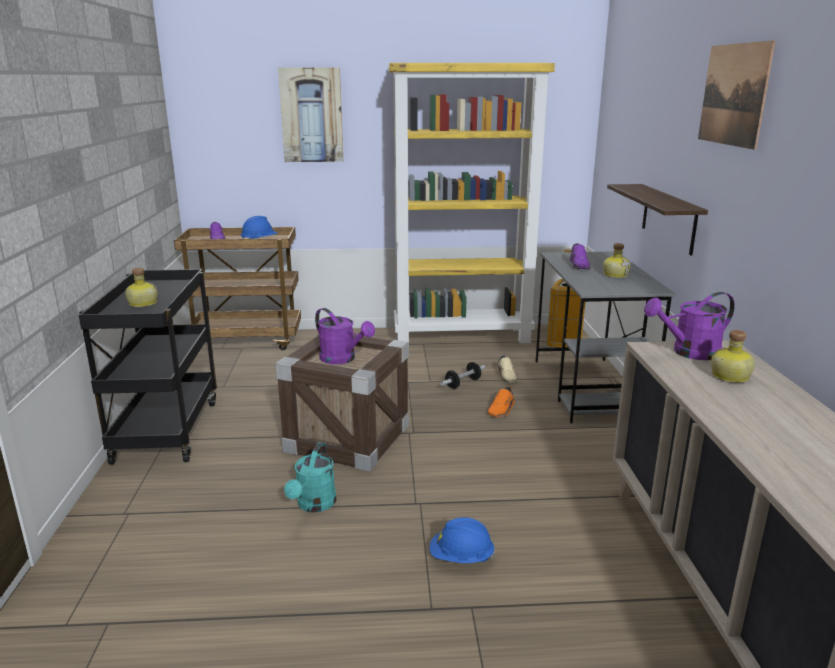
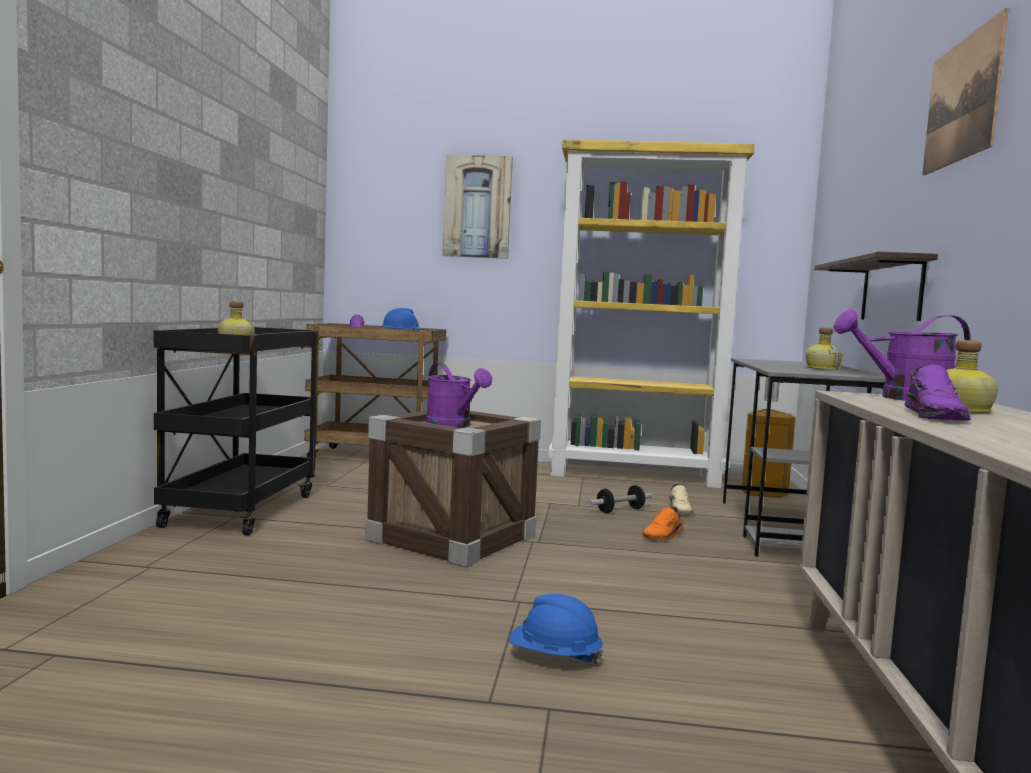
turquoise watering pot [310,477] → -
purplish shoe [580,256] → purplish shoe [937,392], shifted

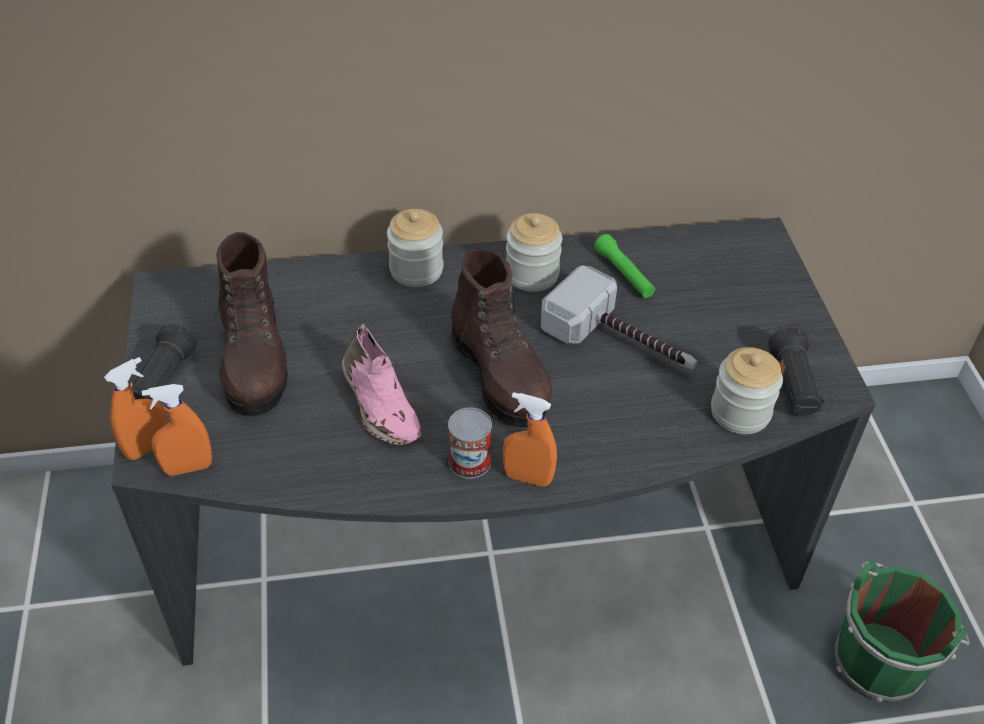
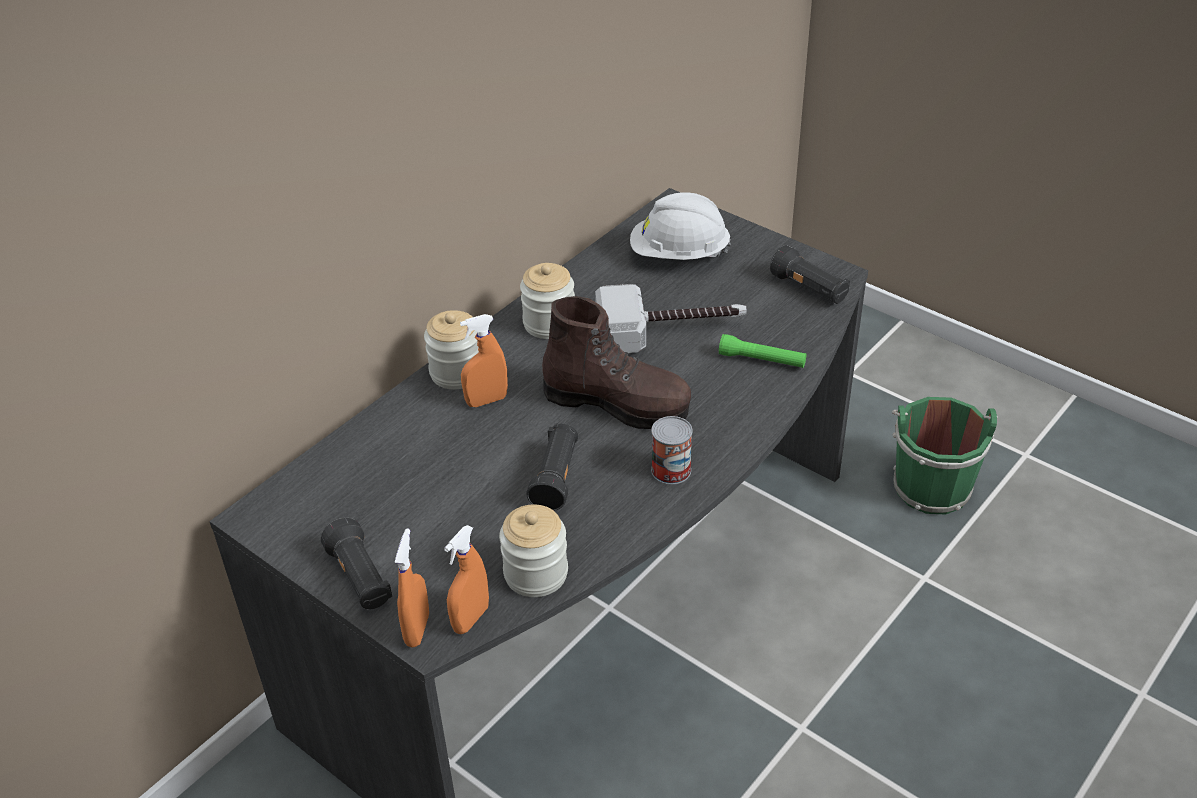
brown high-top boot [251,324] → -
- → whitish safety helmet [680,226]
orange sprayer [530,439] → orange sprayer [484,360], shifted
greenish torch [624,266] → greenish torch [763,351], shifted
jar [747,390] → jar [533,550], shifted
pink shoe [381,384] → black torch [552,467]

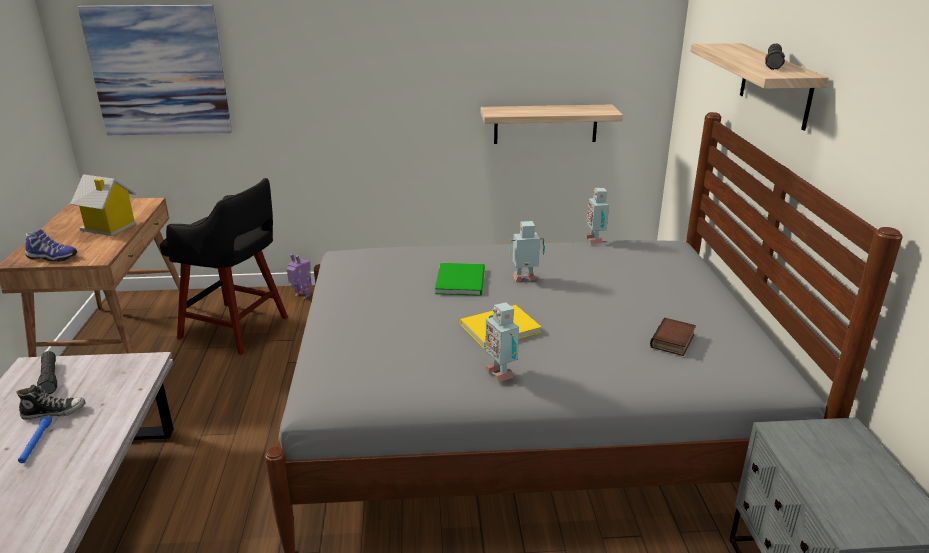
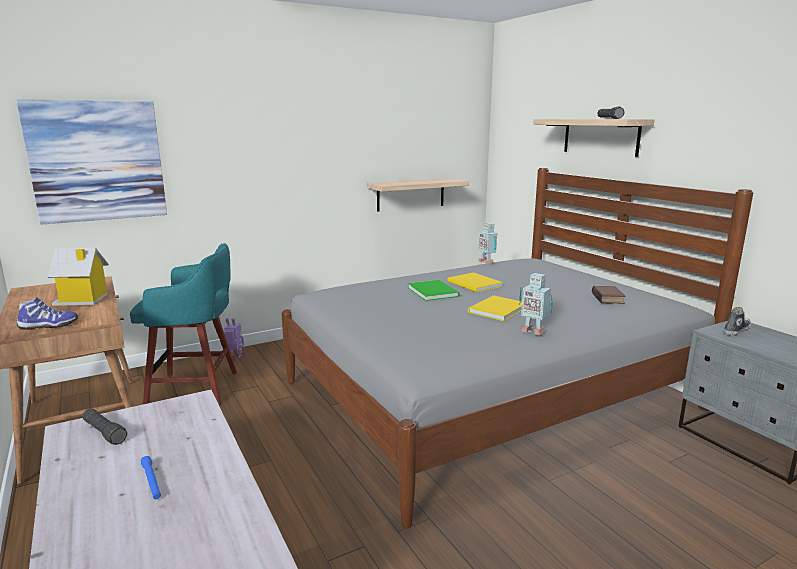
shoe [51,402] → shoe [737,321], shifted
robot figure [527,251] → yellow bound book [475,282]
black stool [224,266] → turquoise stool [183,324]

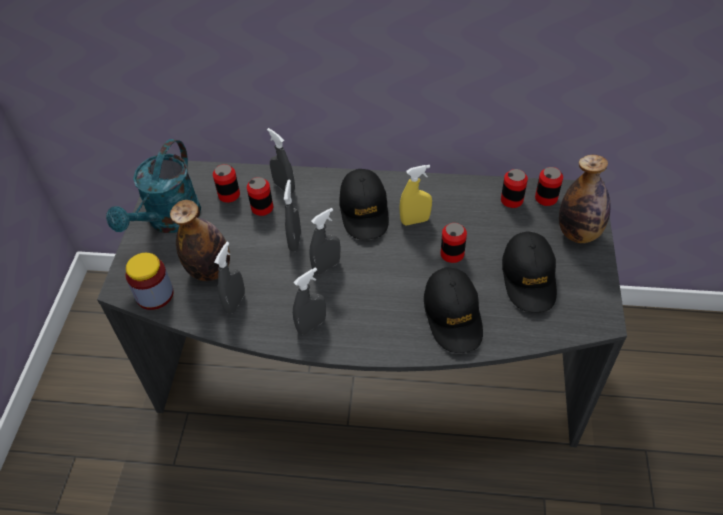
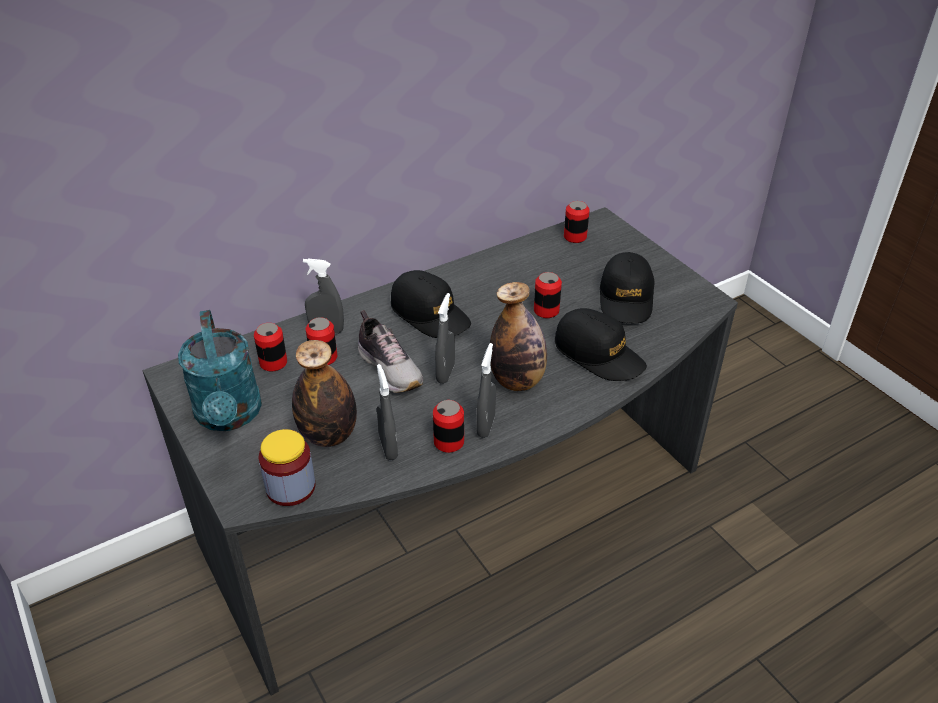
yellow sprayer [415,195] → -
can [514,188] → can [448,426], shifted
bottle [584,199] → bottle [518,336], shifted
grey sprayer [292,216] → shoe [390,351]
black baseball cap [529,271] → black baseball cap [627,287], 45 degrees clockwise

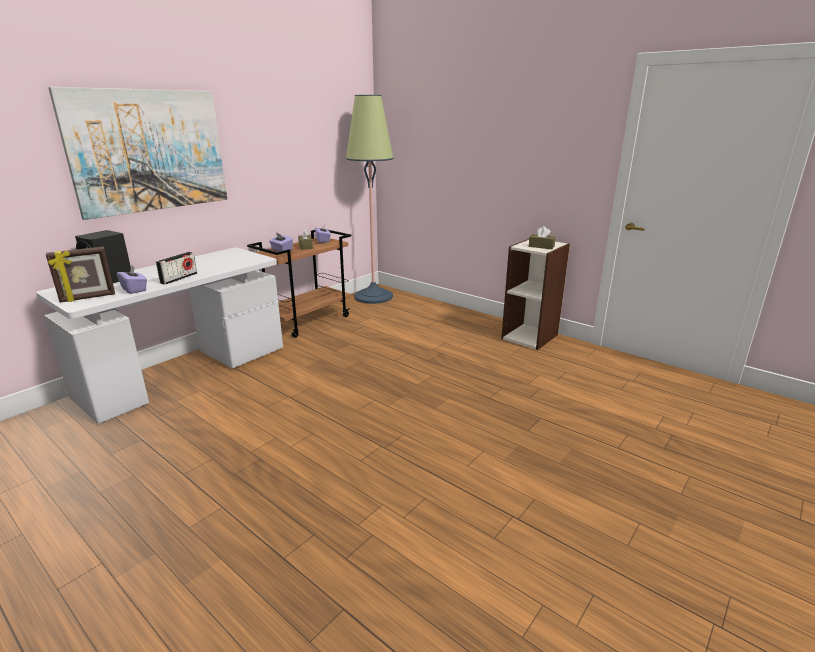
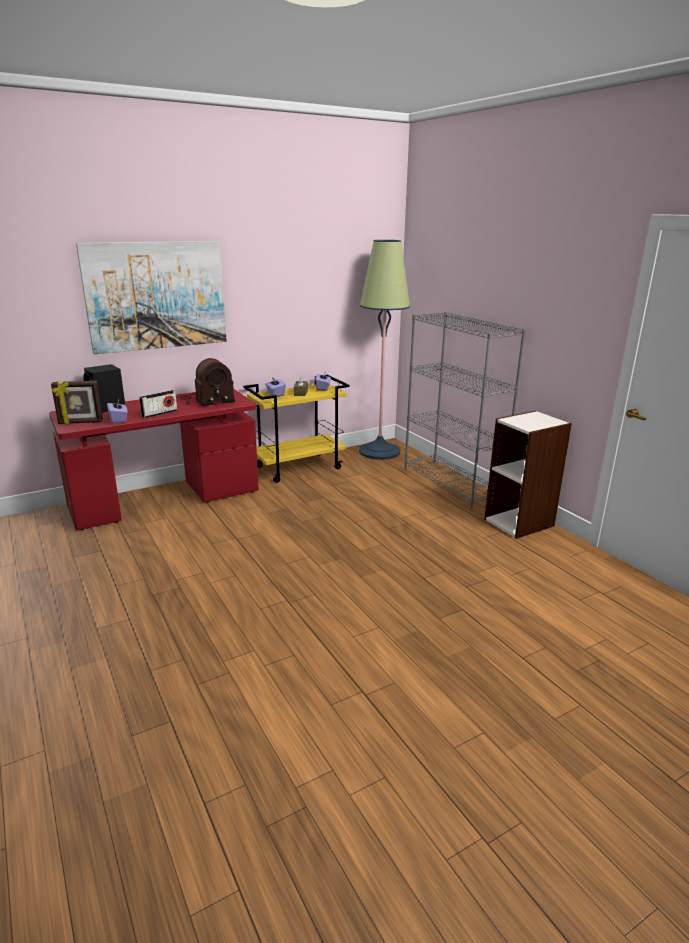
brown box of tissues [542,237] → -
- → radio set [207,382]
- → grey bookcase [465,410]
whitish desk unit [159,335] → red desk unit [154,459]
brown wheeled cart [299,283] → yellow wheeled cart [296,429]

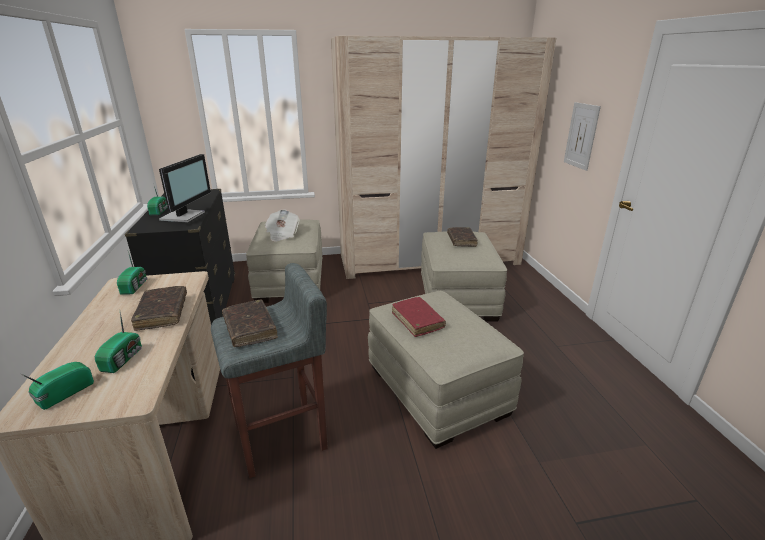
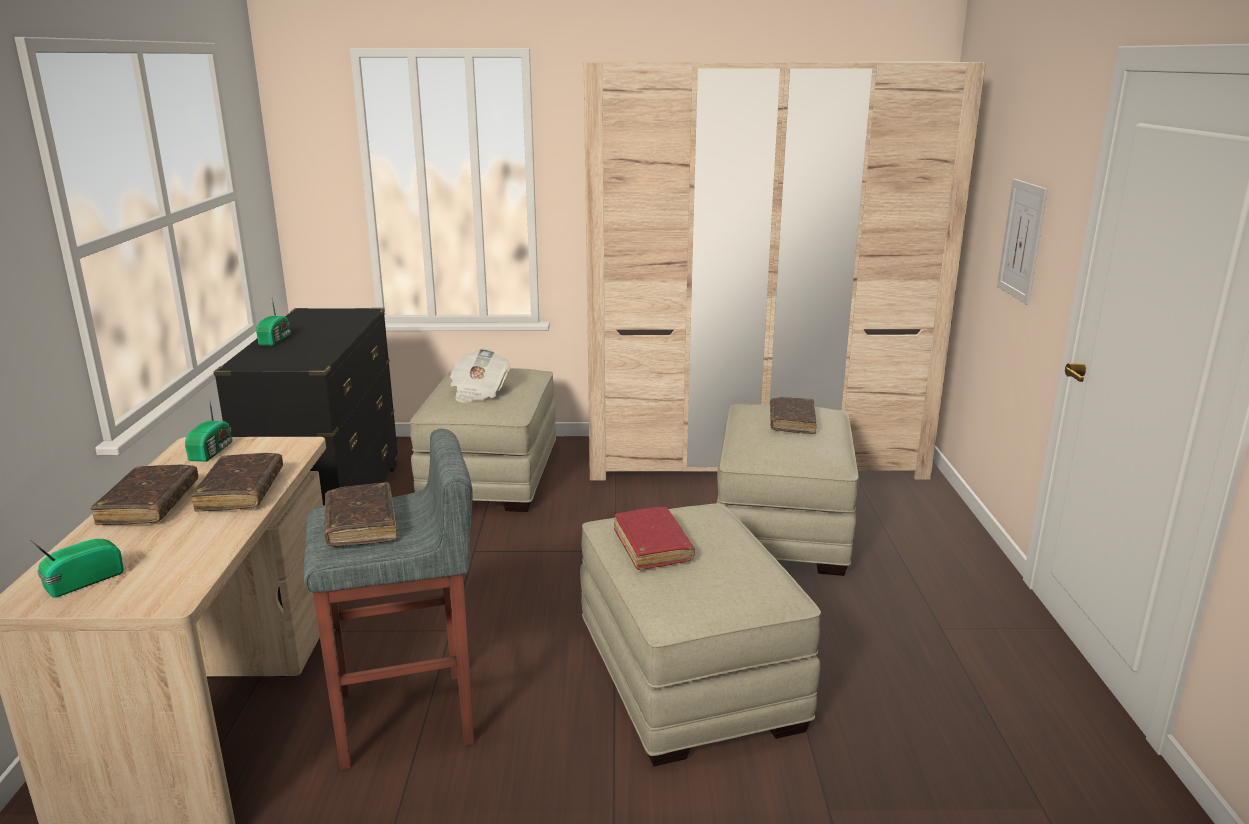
radio set [118,342] → -
computer screen [185,188] → -
- → brown bound book [144,494]

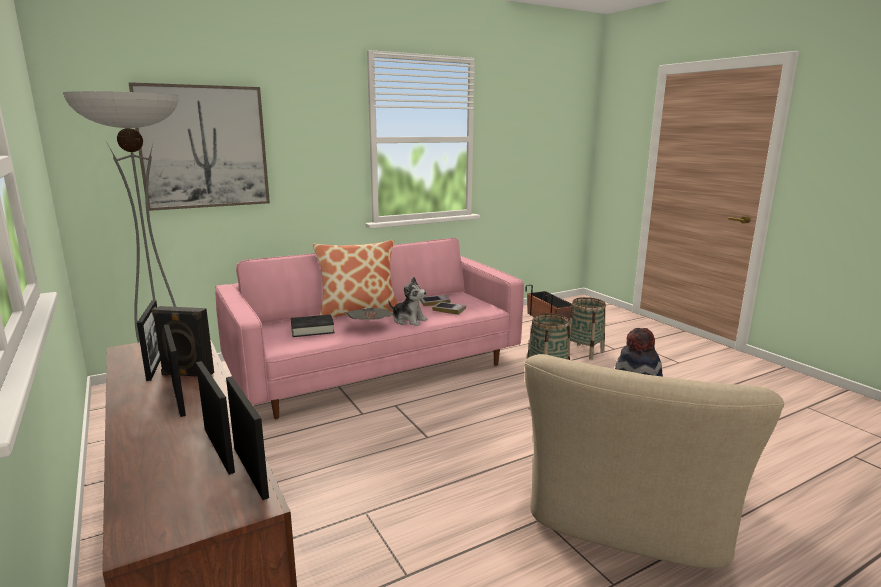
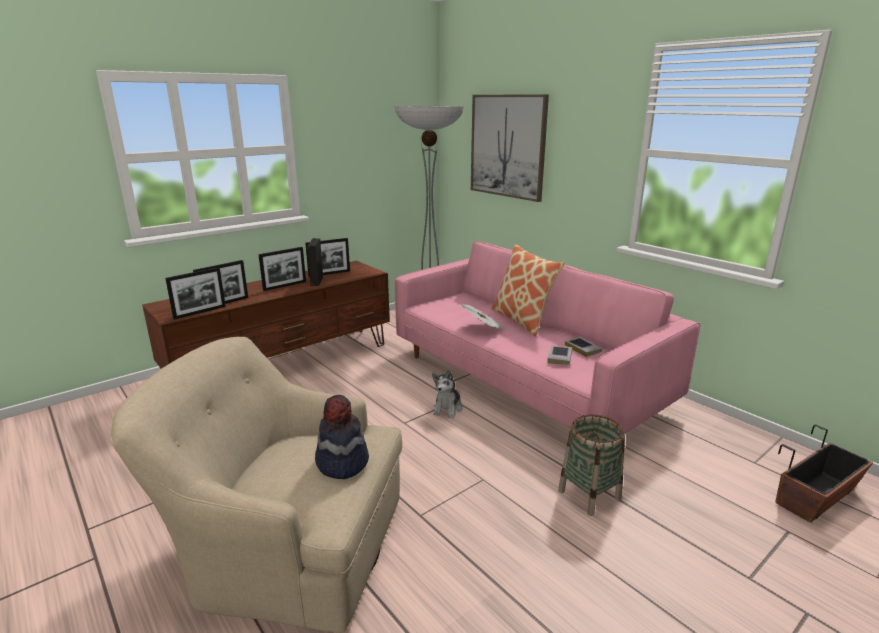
black bound book [313,325] → -
storage basket [587,328] → -
cuddly toy [408,301] → cuddly toy [447,394], shifted

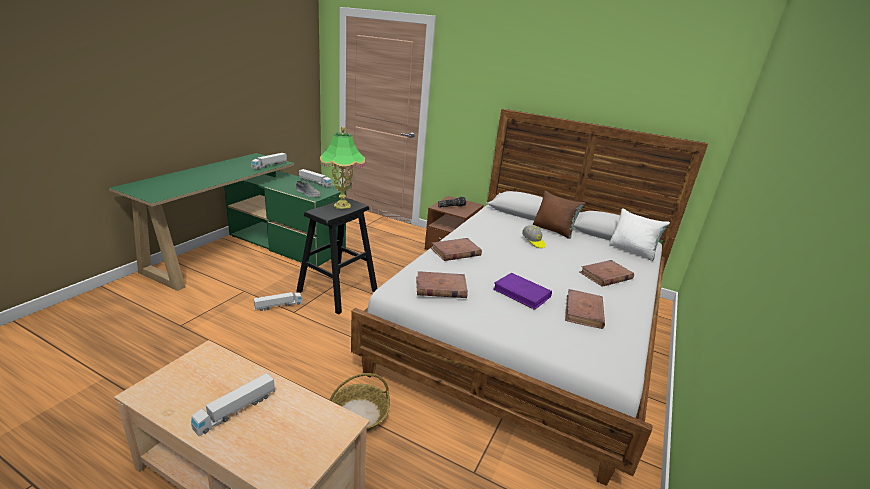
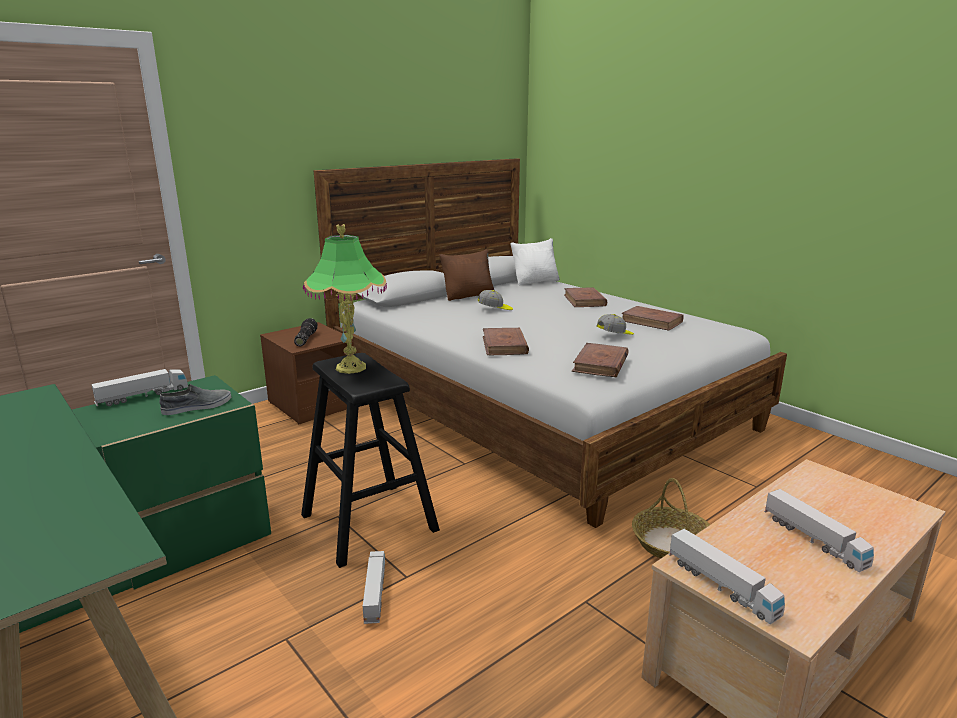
toy lorry [269,161] → toy lorry [726,576], shifted
purplish bound book [522,291] → baseball cap [615,324]

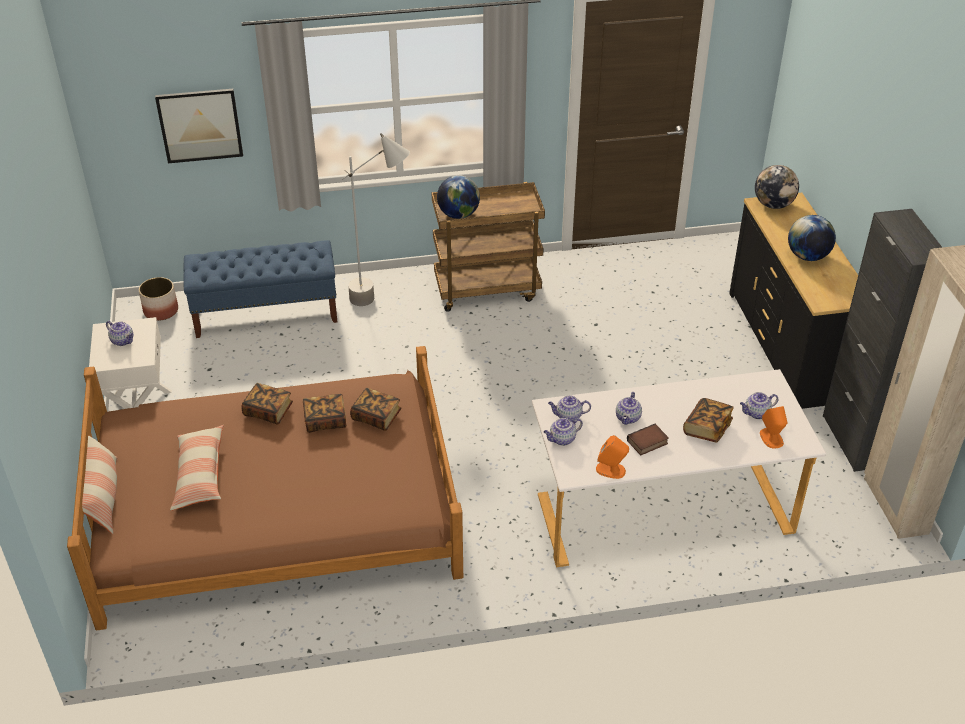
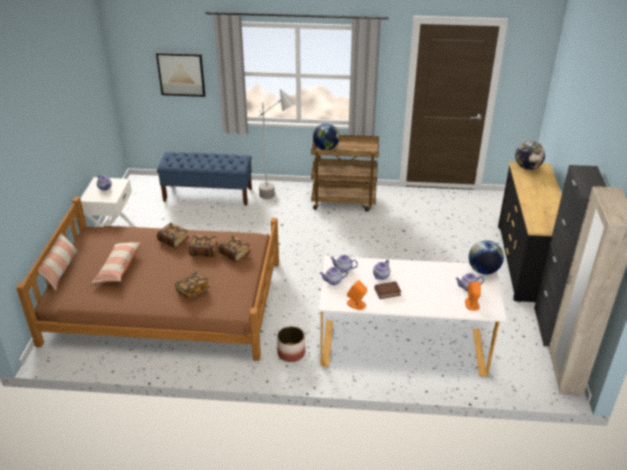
planter [158,299] → planter [291,344], shifted
bound book [708,420] → bound book [192,285], shifted
desk globe [812,238] → desk globe [486,257], shifted

